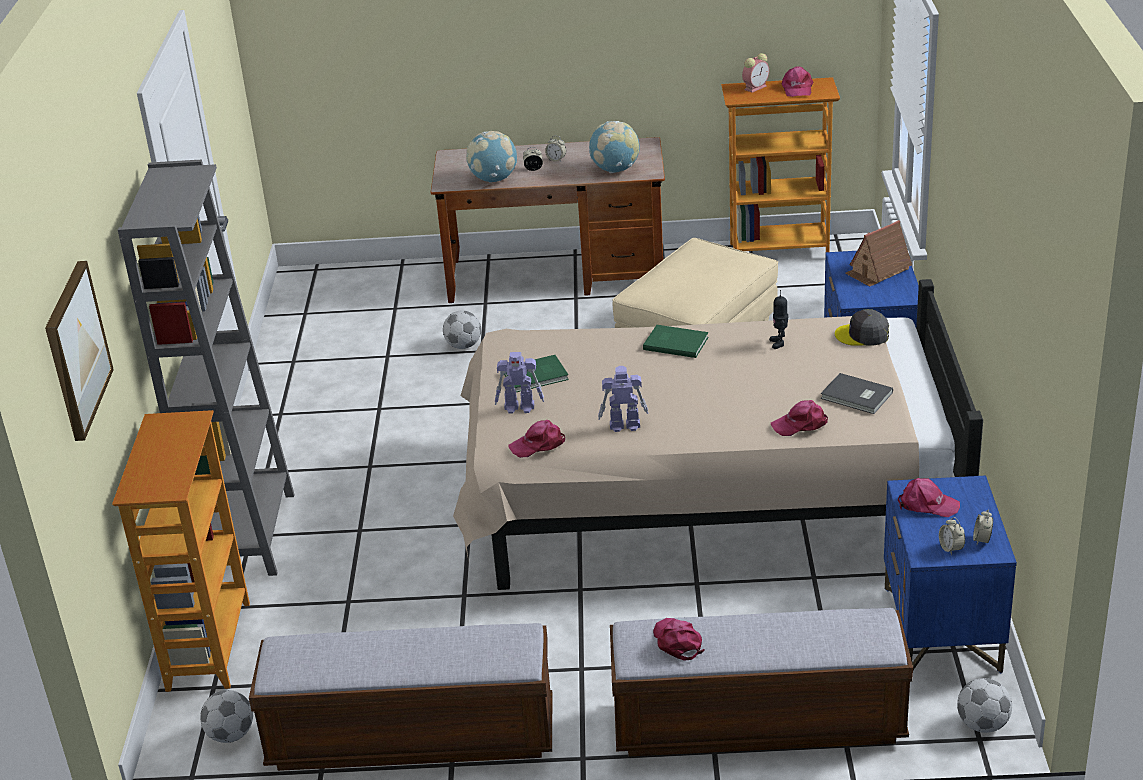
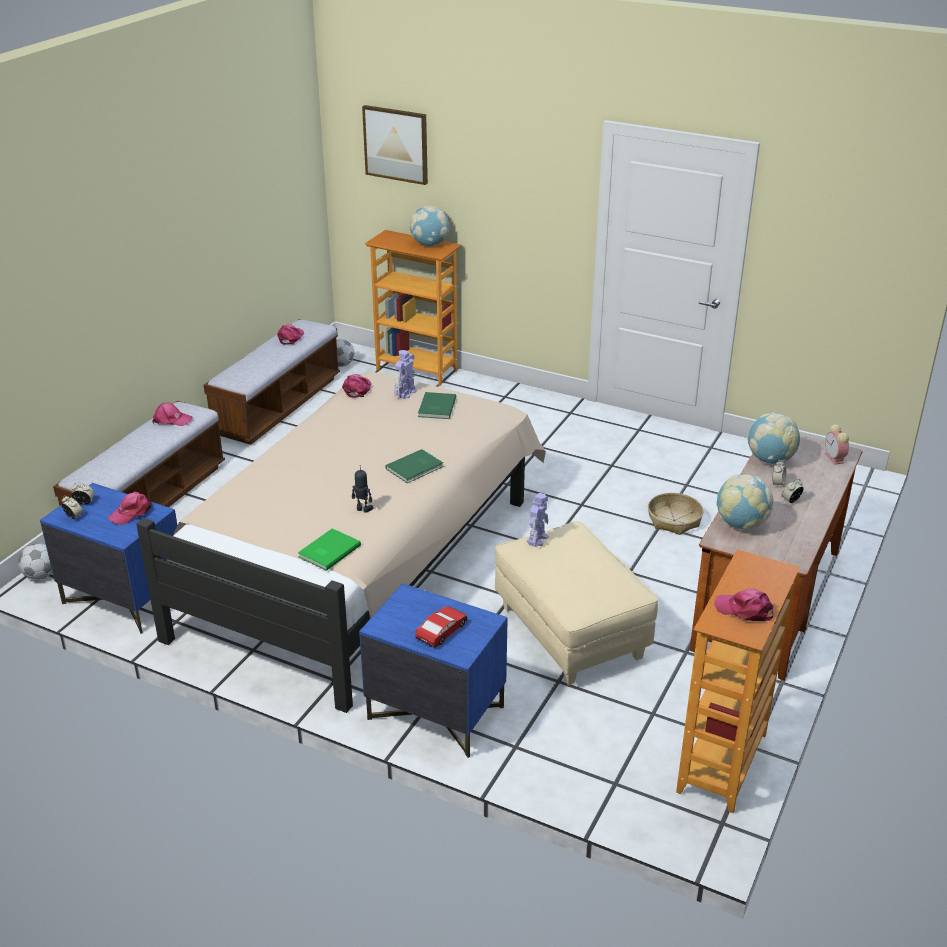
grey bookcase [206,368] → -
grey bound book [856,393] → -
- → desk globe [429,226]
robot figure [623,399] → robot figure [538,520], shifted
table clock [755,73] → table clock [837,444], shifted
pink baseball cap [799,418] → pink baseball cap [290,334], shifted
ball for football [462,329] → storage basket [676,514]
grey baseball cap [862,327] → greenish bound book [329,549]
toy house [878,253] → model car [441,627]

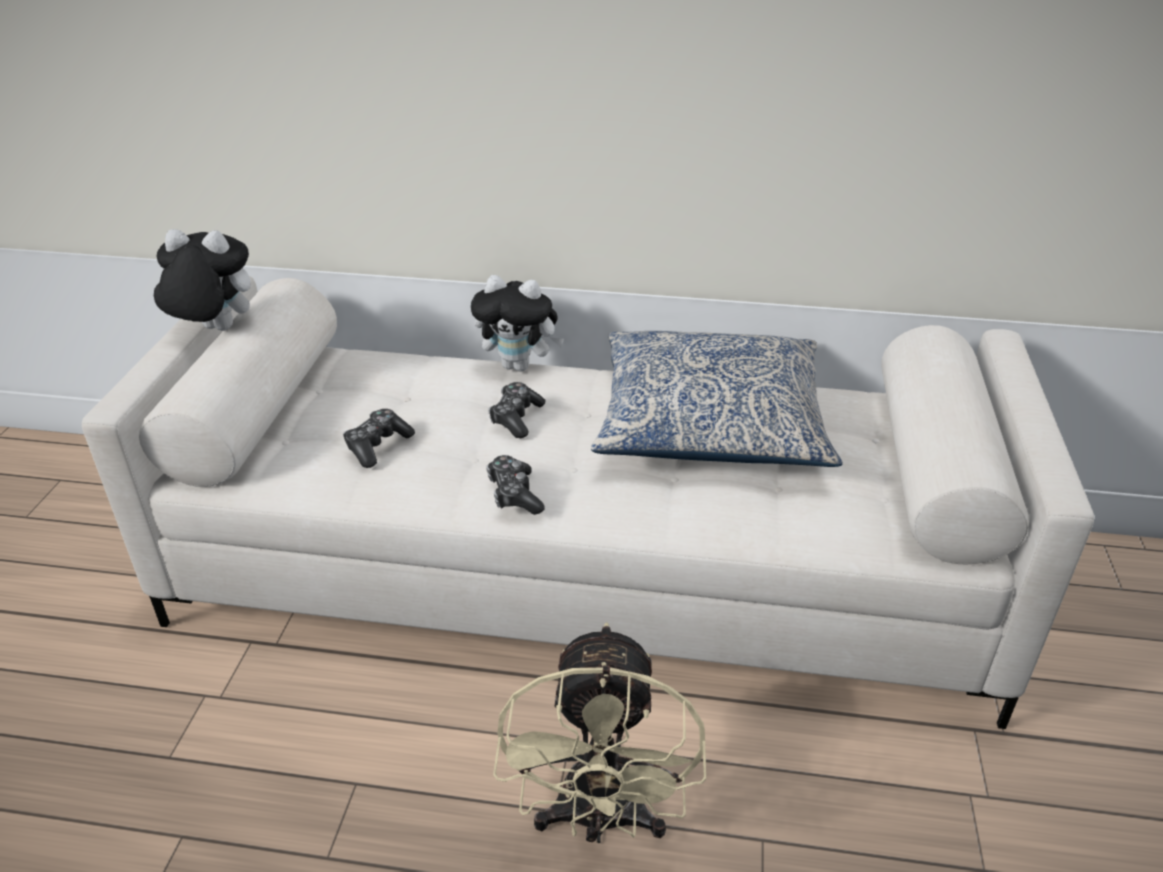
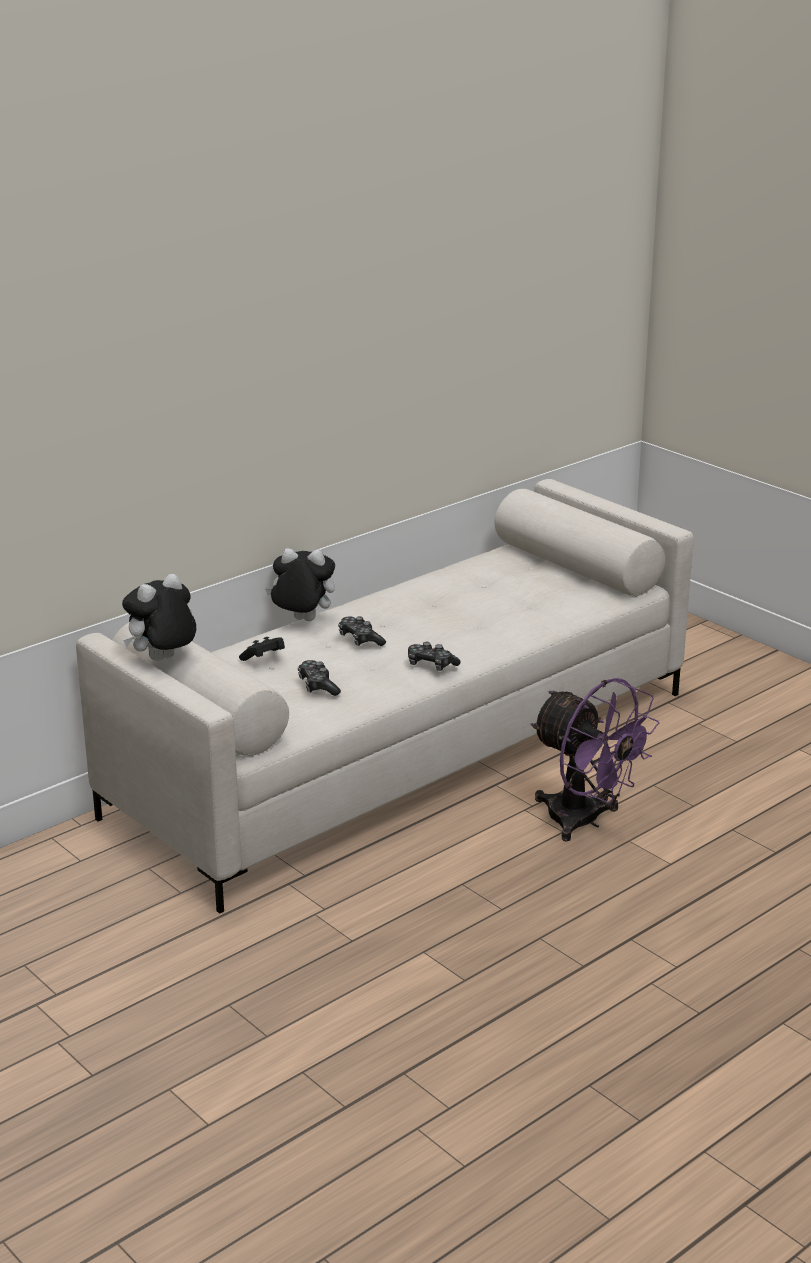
cushion [717,399] → -
- → black joypad [262,649]
beige cooling fan [599,732] → purplish cooling fan [595,760]
cuddly toy [517,323] → cuddly toy [300,584], 135 degrees counterclockwise

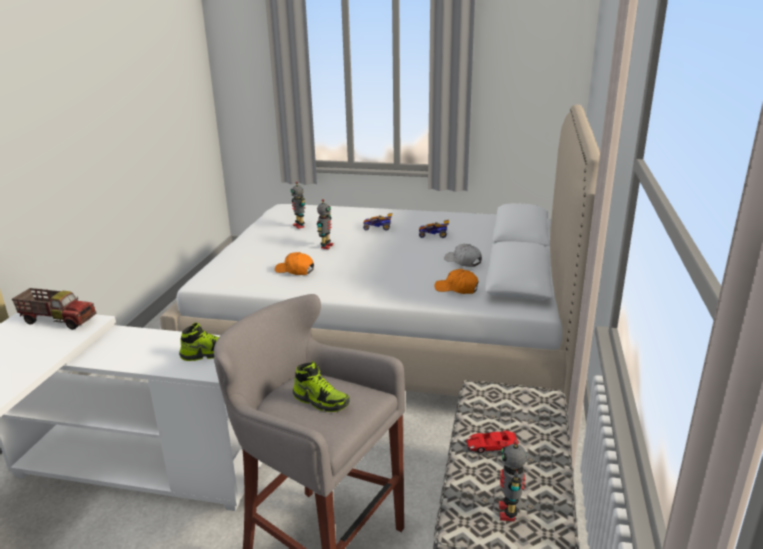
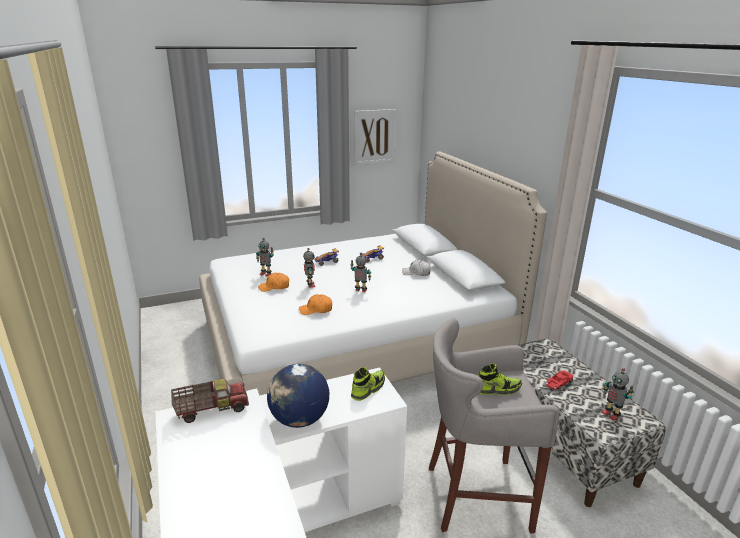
- → desk globe [298,396]
- → robot figure [360,272]
- → picture [375,137]
orange baseball cap [457,281] → orange baseball cap [273,282], shifted

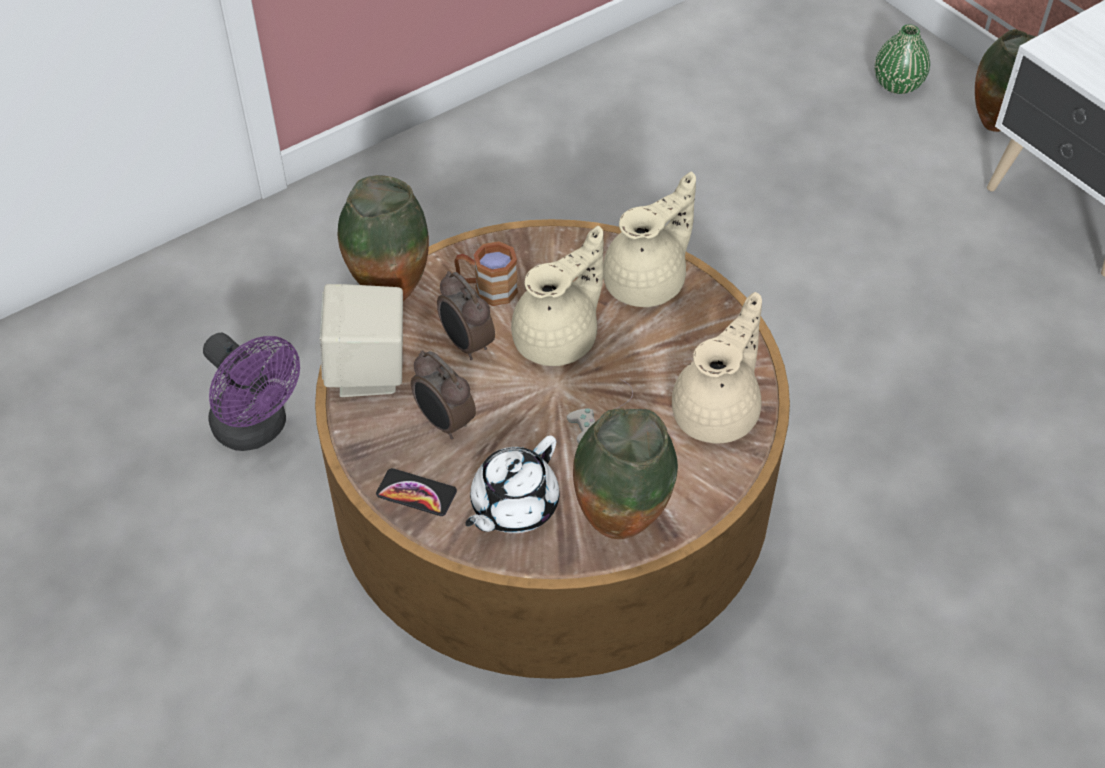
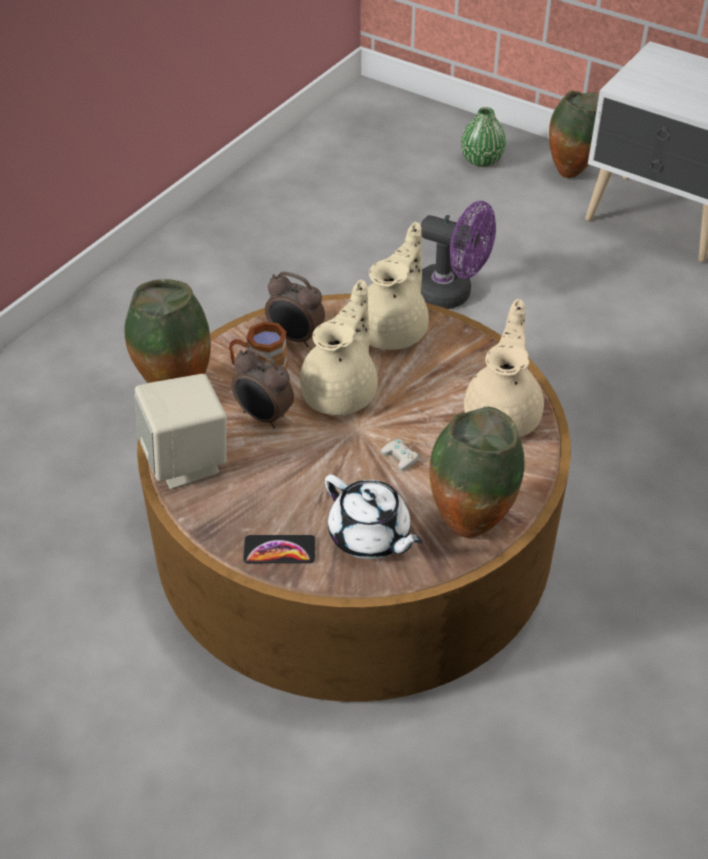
purplish cooling fan [251,392] → purplish cooling fan [458,255], shifted
table clock [443,394] → table clock [295,309], shifted
whitish teapot [512,484] → whitish teapot [374,517], 60 degrees counterclockwise

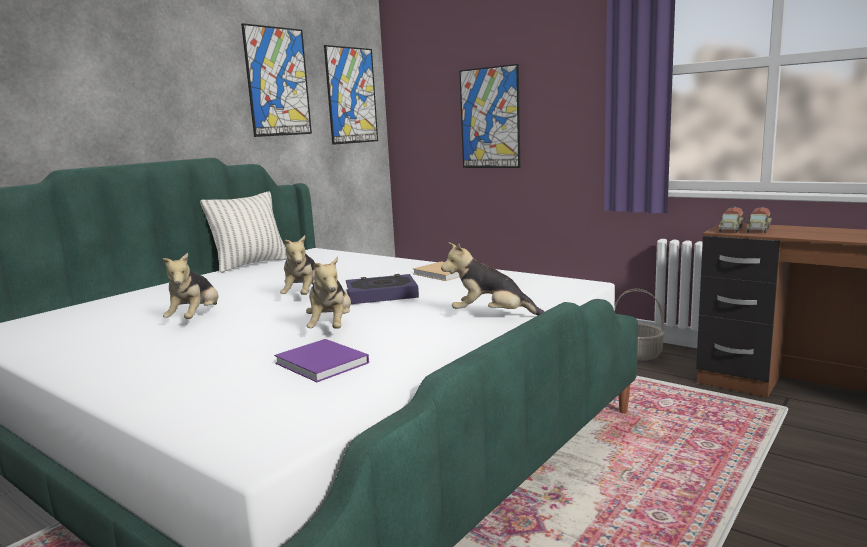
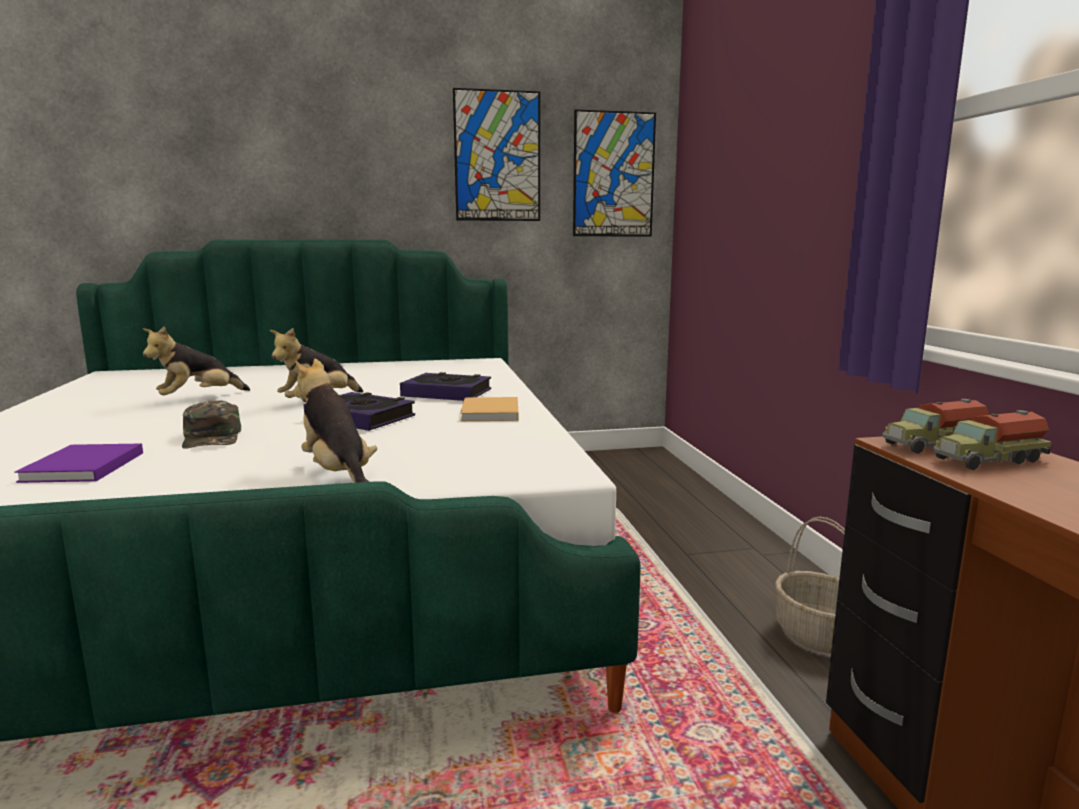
cushion [243,232] → -
picture [489,116] → -
- → bound book [445,386]
cuddly toy [328,292] → greenish baseball cap [211,424]

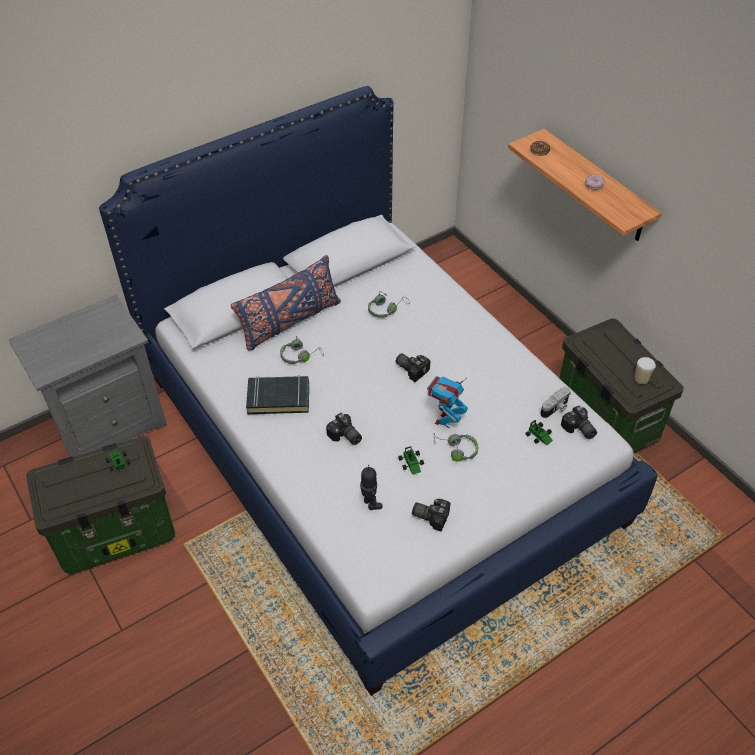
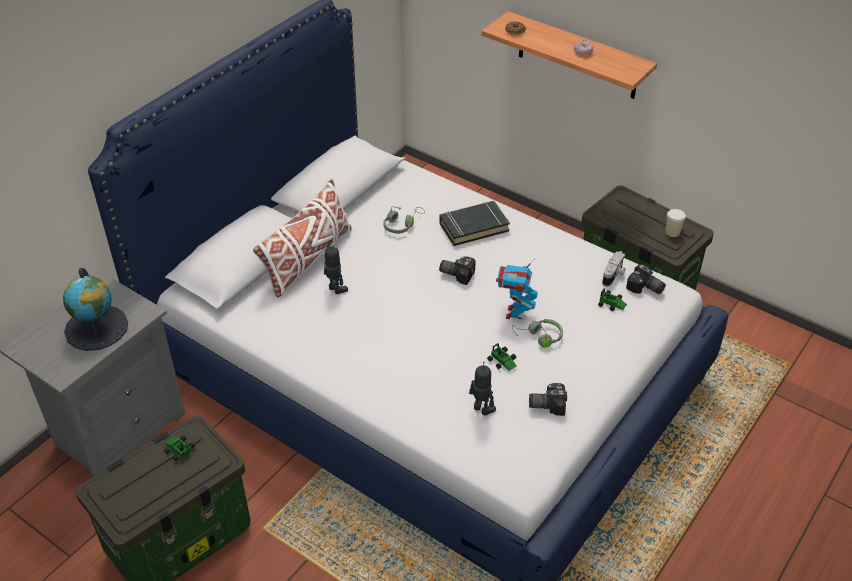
photo camera [344,429] → -
- → desk globe [95,309]
black bound book [277,394] → black bound book [474,223], shifted
grey pair of headphones [302,350] → robot figure [336,269]
blue-coloured cushion [285,302] → whitish cushion [302,238]

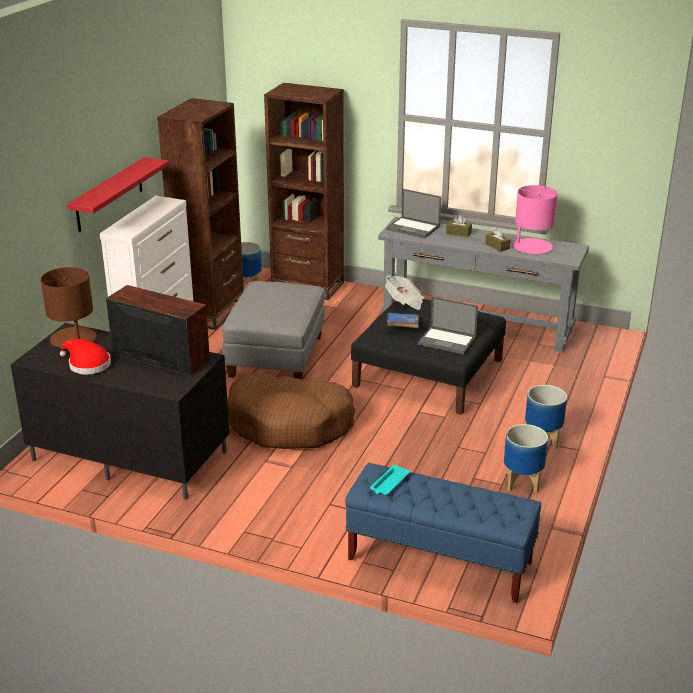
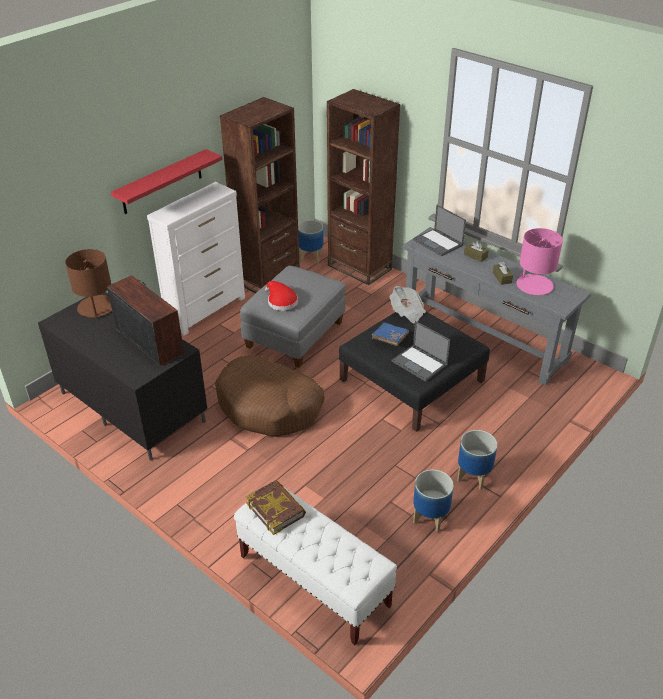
red hat [85,356] → red hat [281,296], shifted
turquoise serving tray [390,480] → bound book [275,507]
blue-coloured long seat [443,533] → whitish long seat [315,565]

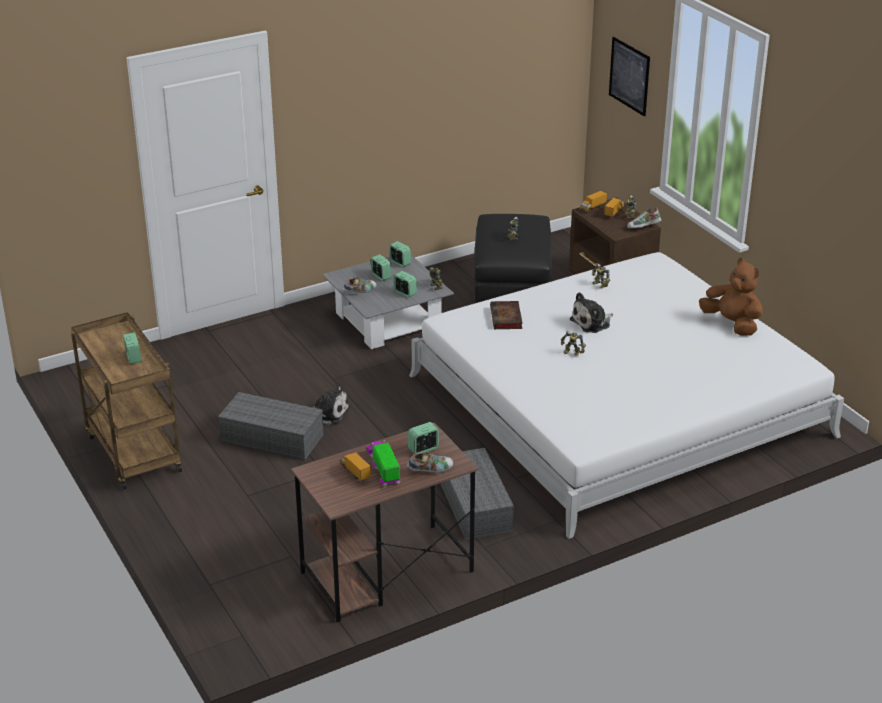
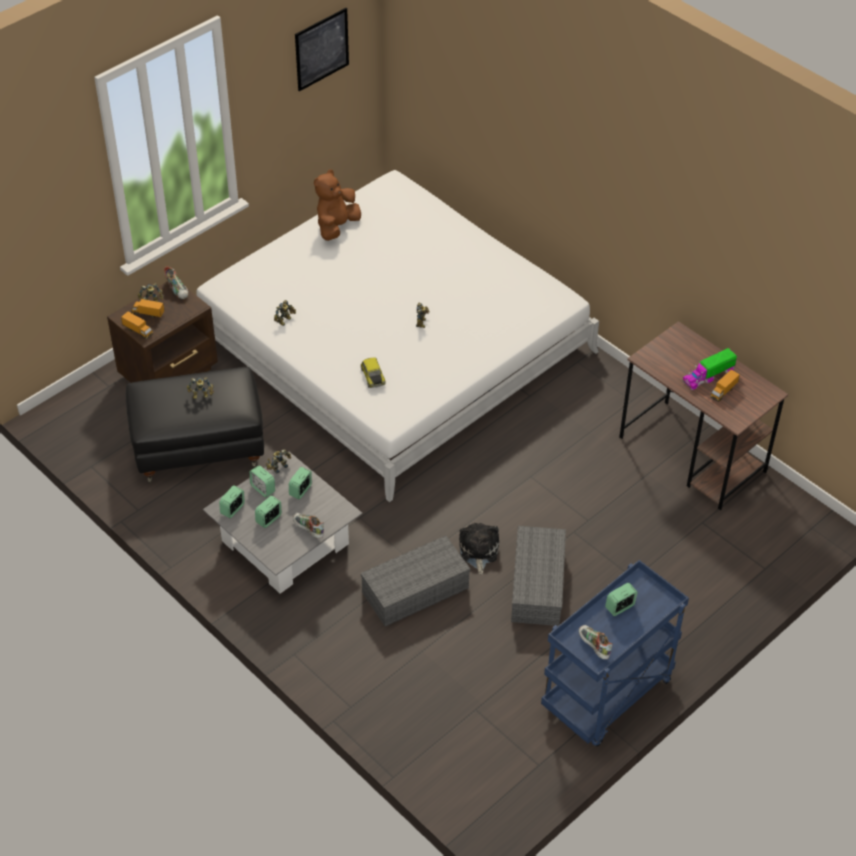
cuddly toy [591,312] → -
shoe [430,462] → shoe [596,642], shifted
table clock [423,438] → table clock [262,481], shifted
grey storage container [477,494] → grey storage container [416,581], shifted
picture [629,76] → picture [322,49], shifted
bound book [506,315] → model car [372,372]
brown wheeled cart [126,401] → blue-coloured wheeled cart [615,653]

